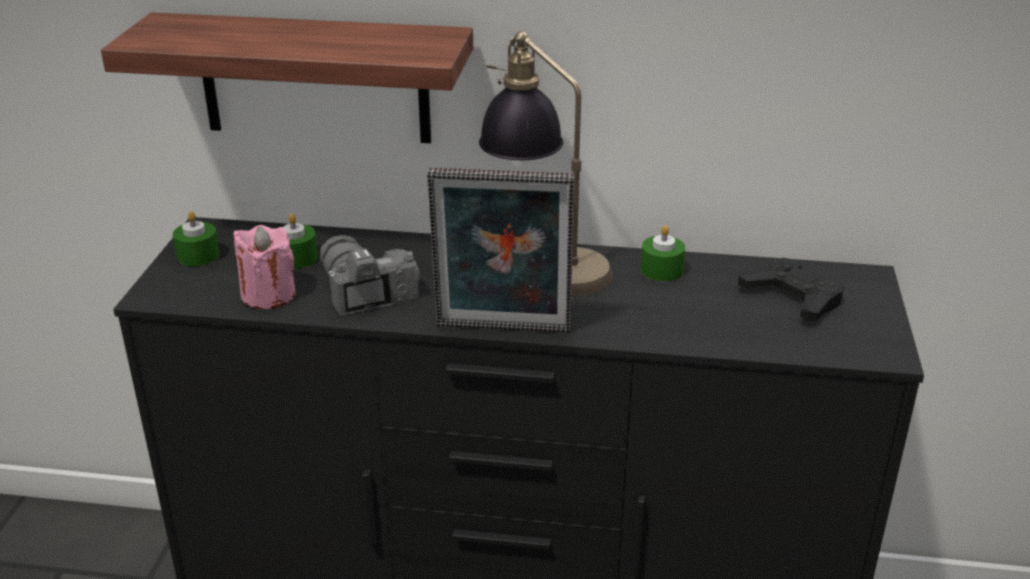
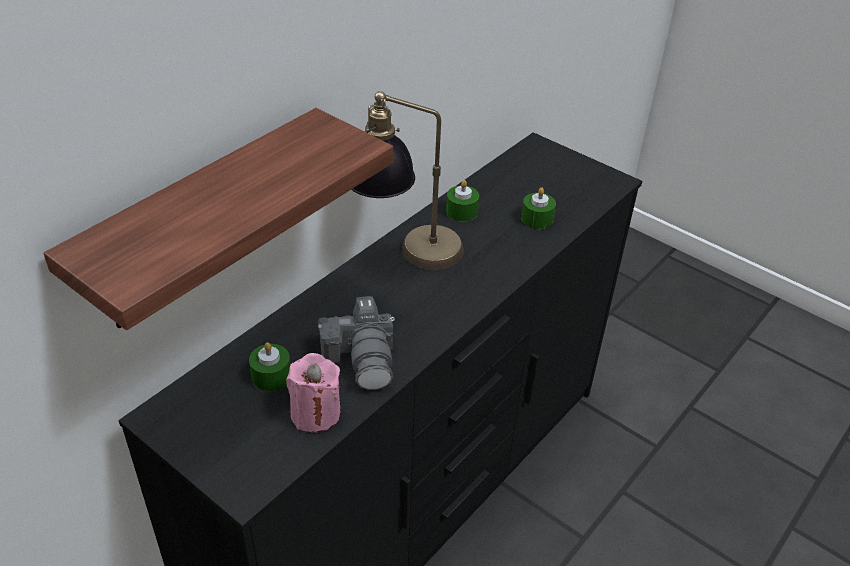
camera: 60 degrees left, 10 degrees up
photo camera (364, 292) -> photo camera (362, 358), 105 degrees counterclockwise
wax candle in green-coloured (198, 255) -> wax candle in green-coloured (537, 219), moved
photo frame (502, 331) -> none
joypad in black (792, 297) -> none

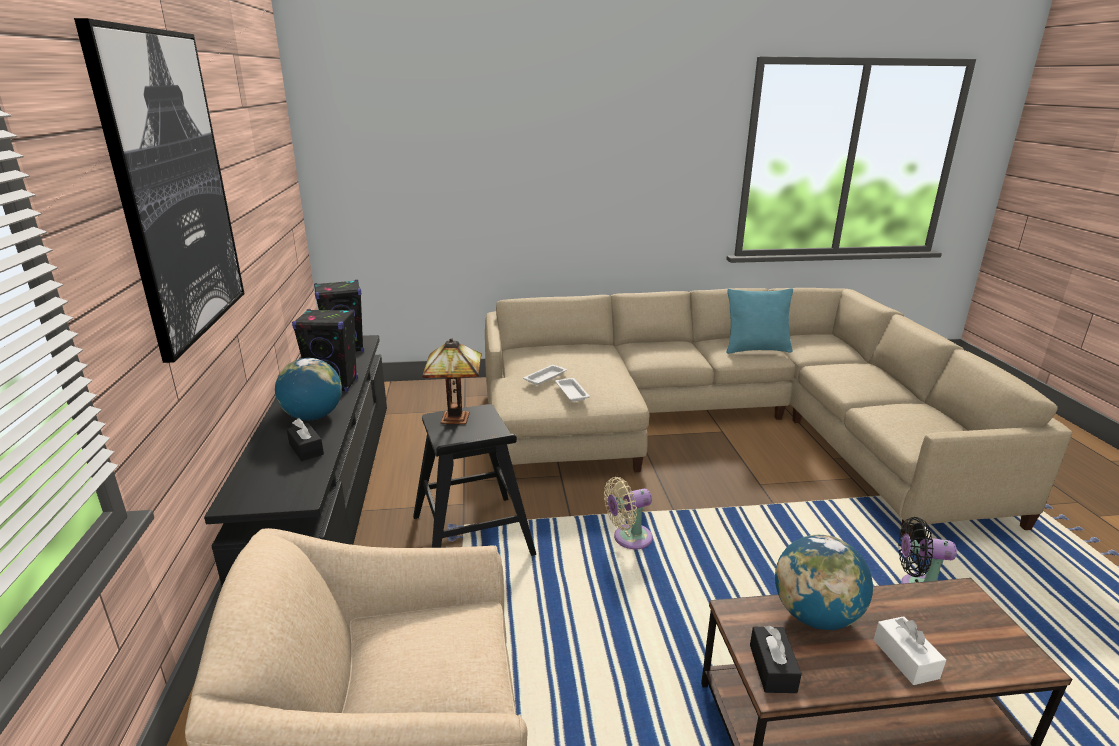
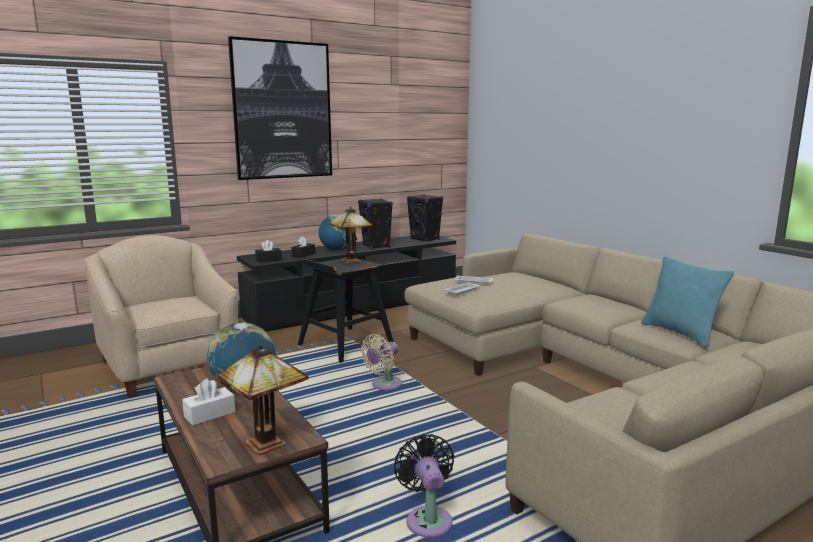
camera: 65 degrees right, 10 degrees down
none -> table lamp (267, 442)
box of tissues in black (772, 668) -> box of tissues in black (268, 260), moved
fan in beige (628, 538) -> fan in beige (384, 385), 90 degrees counterclockwise

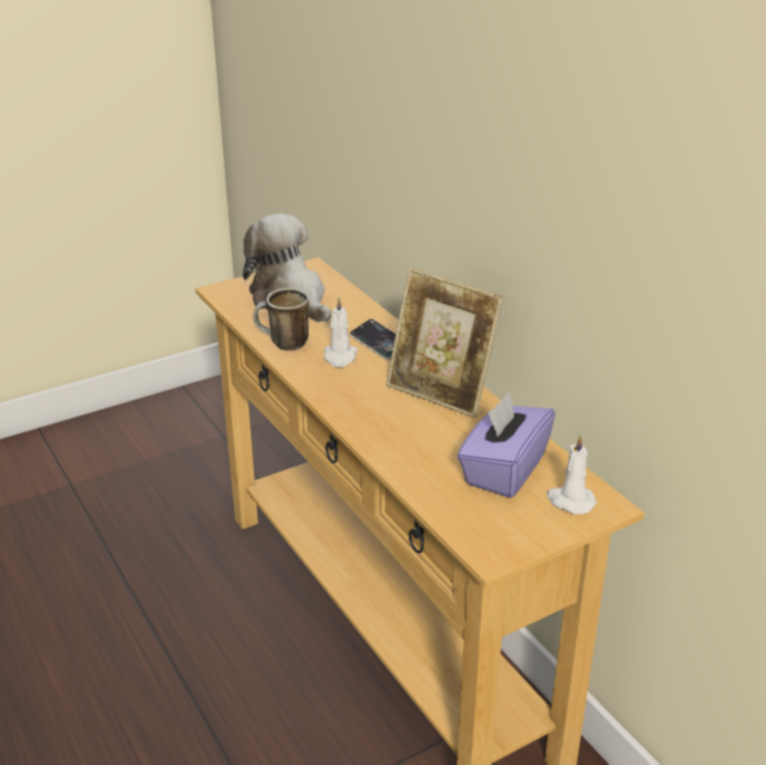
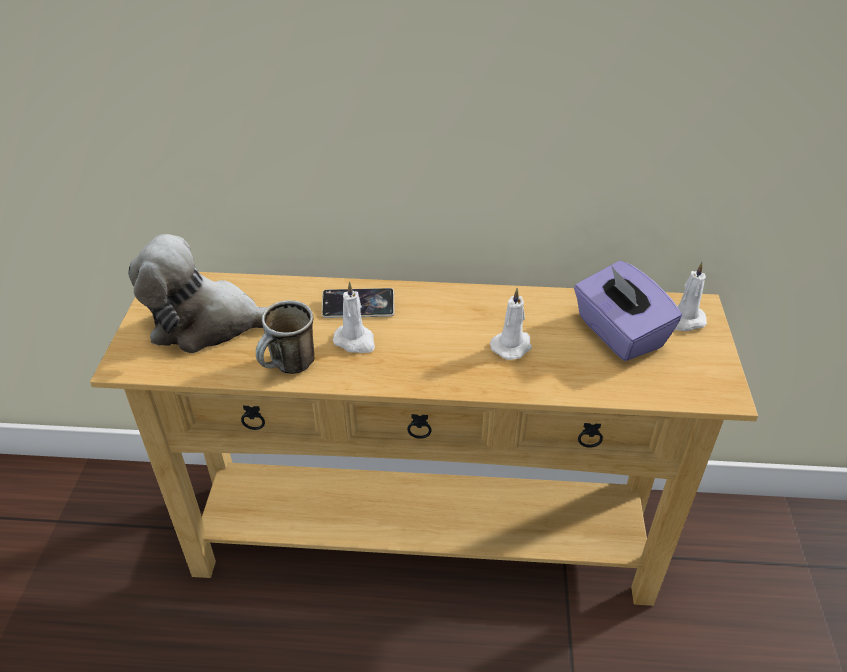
camera: 55 degrees left, 10 degrees up
none -> wax candle in white (512, 346)
photo frame (440, 393) -> none

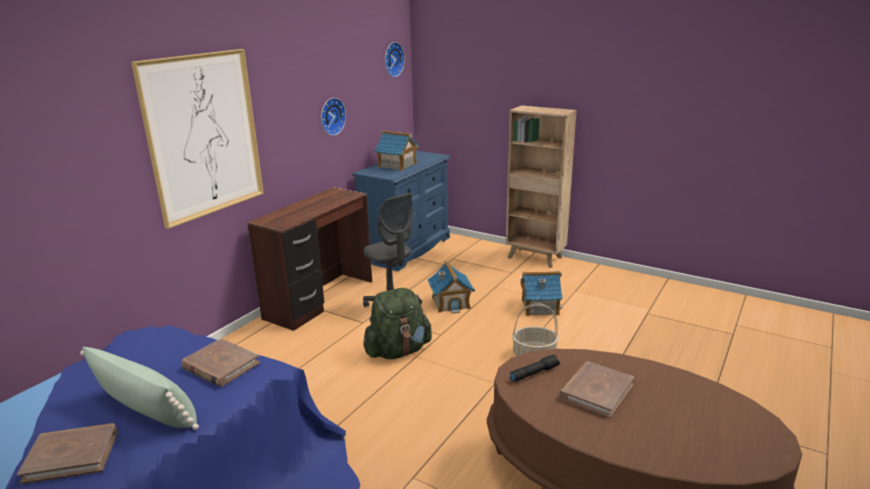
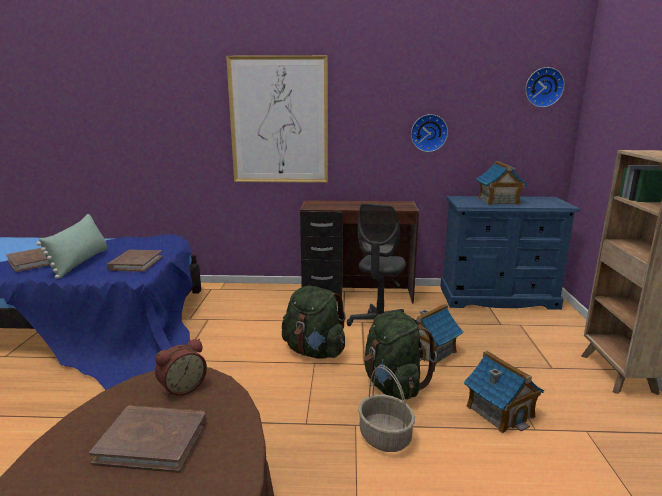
camera: 60 degrees right, 5 degrees down
hand torch in black (534, 373) -> table clock (182, 387)
none -> knapsack in green-coloured (393, 386)

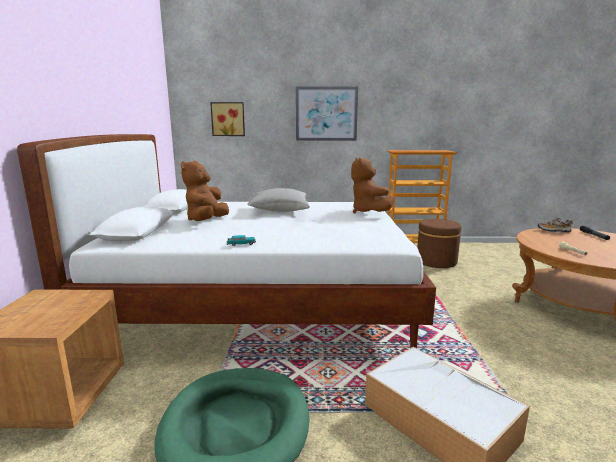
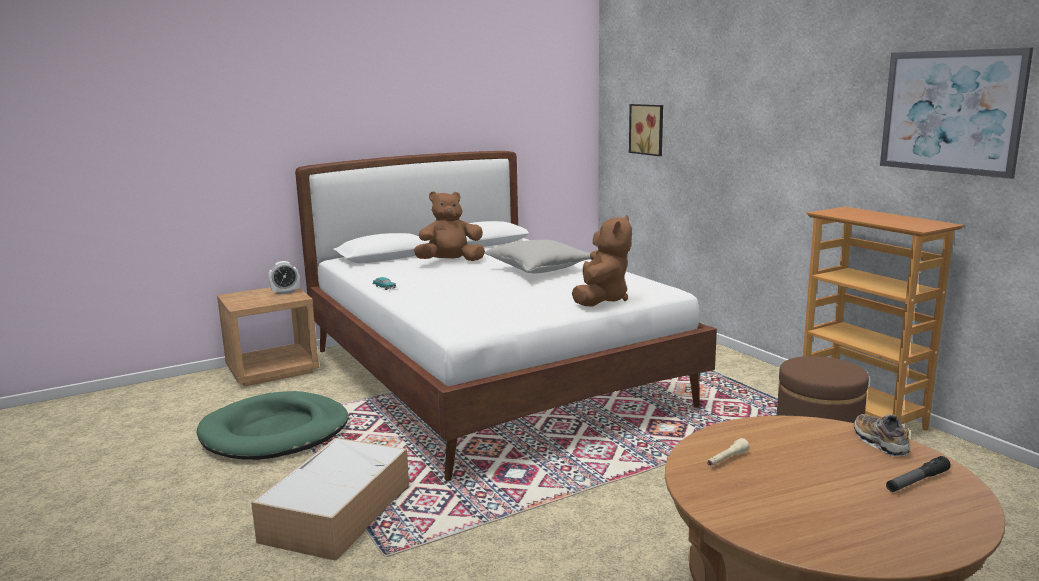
camera: 60 degrees right, 0 degrees up
none -> table clock (285, 292)
cuddly toy in brownish (369, 212) -> cuddly toy in brownish (601, 299), 150 degrees clockwise
wall art (326, 114) -> wall art (951, 112), moved

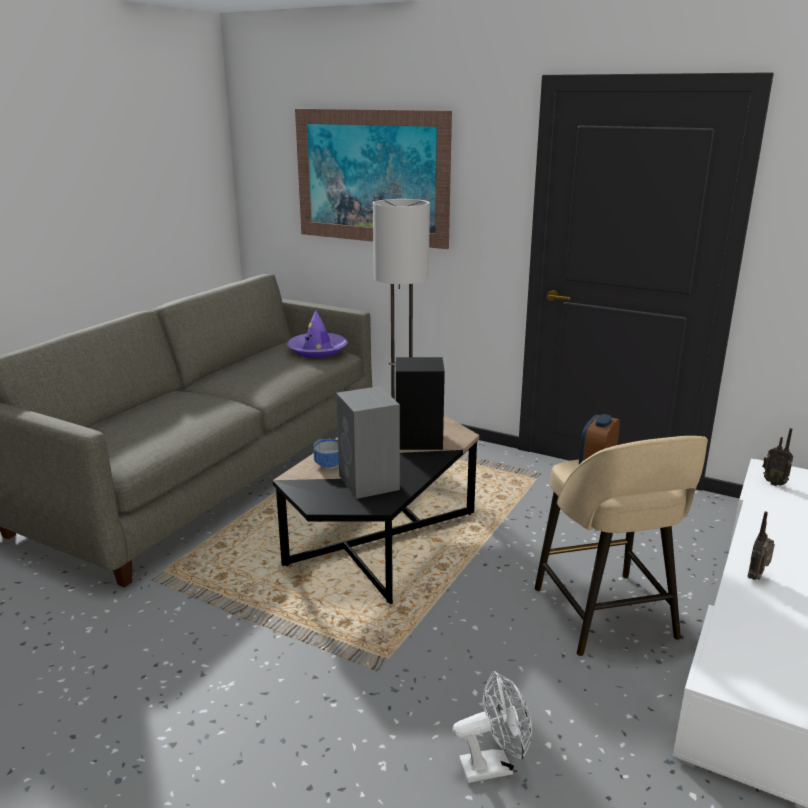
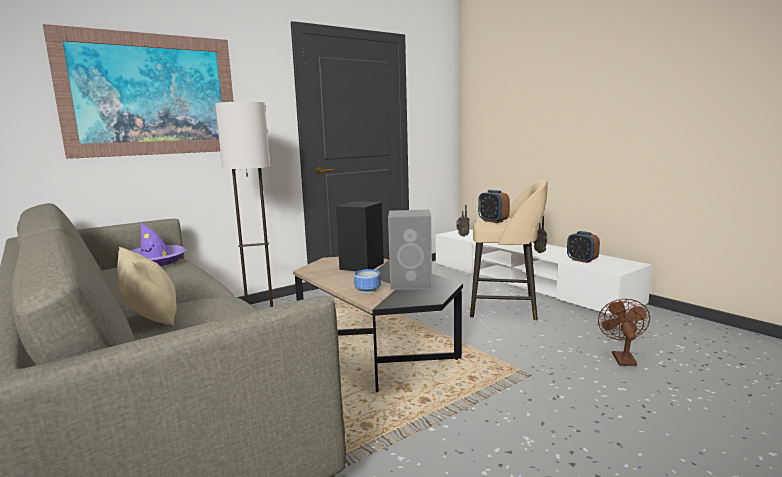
camera: 65 degrees left, 10 degrees down
none -> throw pillow in beige (152, 317)
none -> table clock (582, 260)
fan in white (493, 766) -> fan in brownish (621, 357)

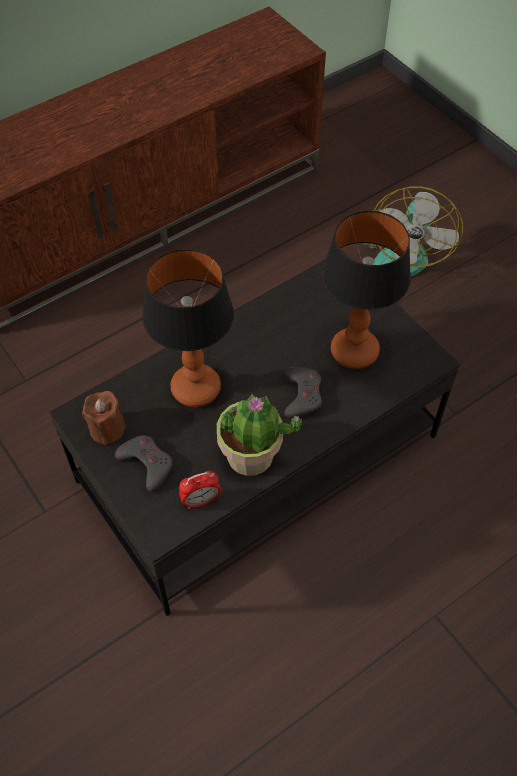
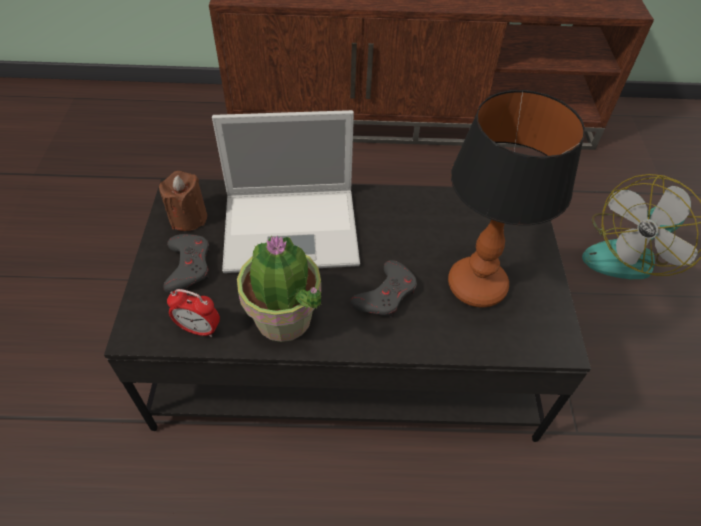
camera: 35 degrees right, 5 degrees down
table lamp (195, 387) -> laptop (294, 229)

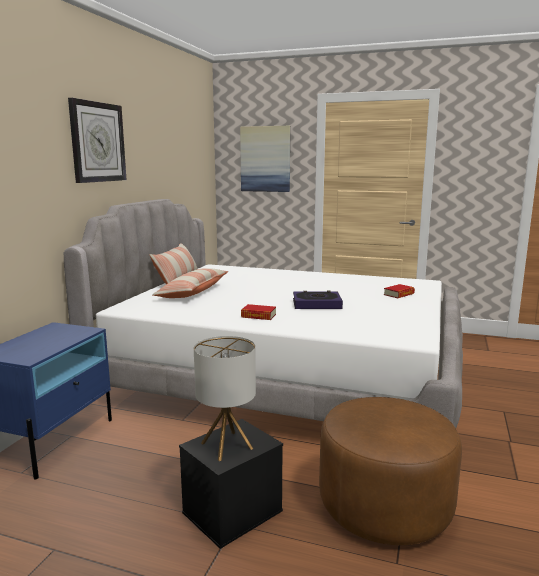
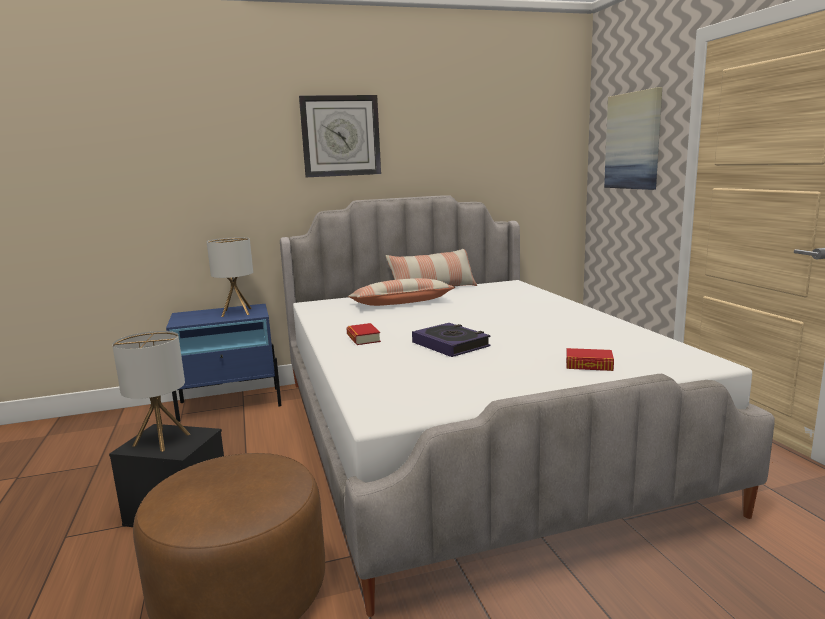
camera: 55 degrees right, 0 degrees up
none -> table lamp (237, 312)

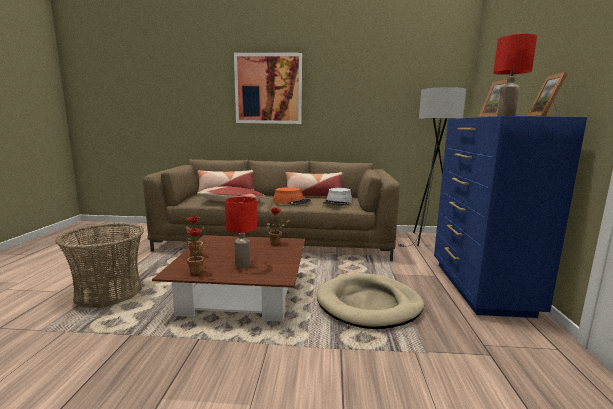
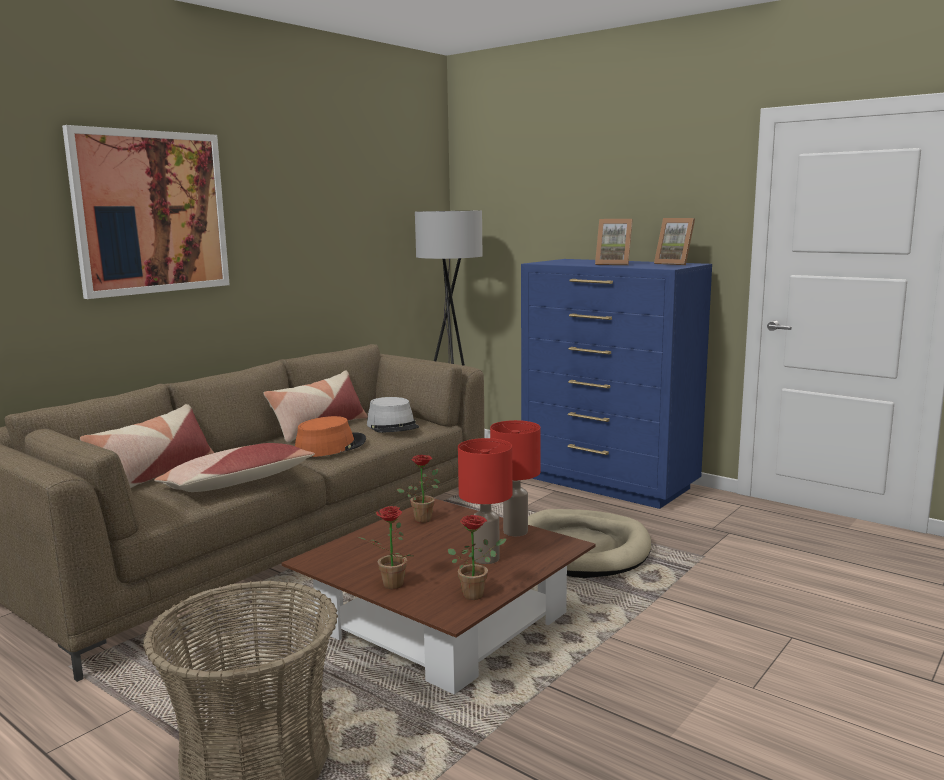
camera: 55 degrees left, 0 degrees up
table lamp in reddish (505, 116) -> table lamp in reddish (514, 531), moved

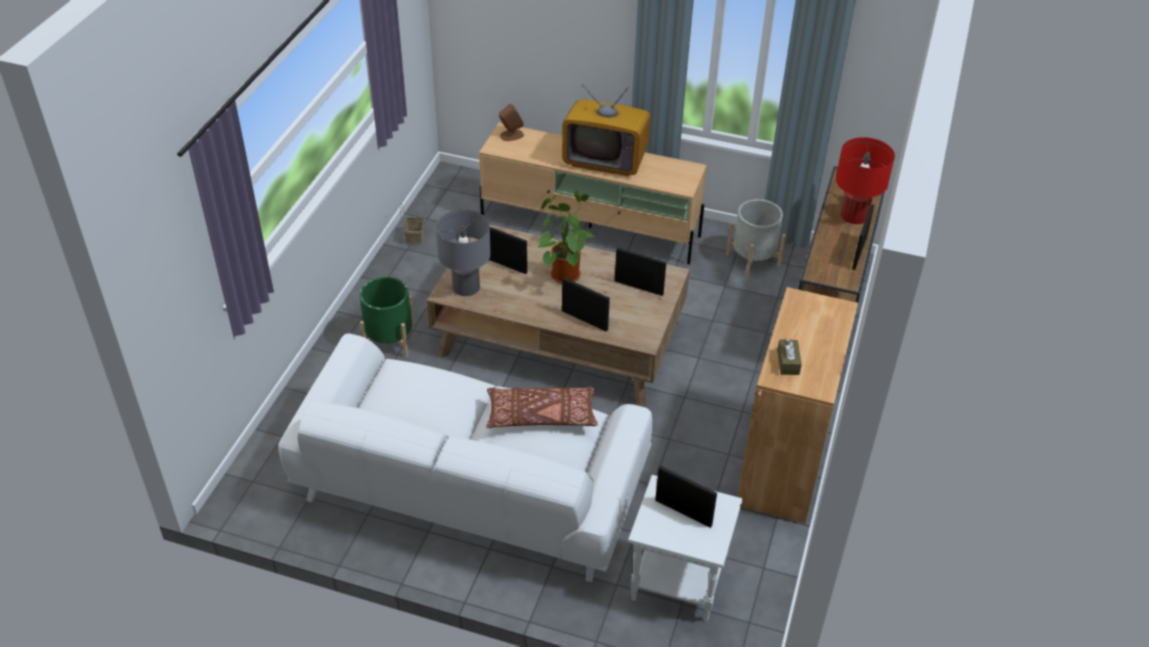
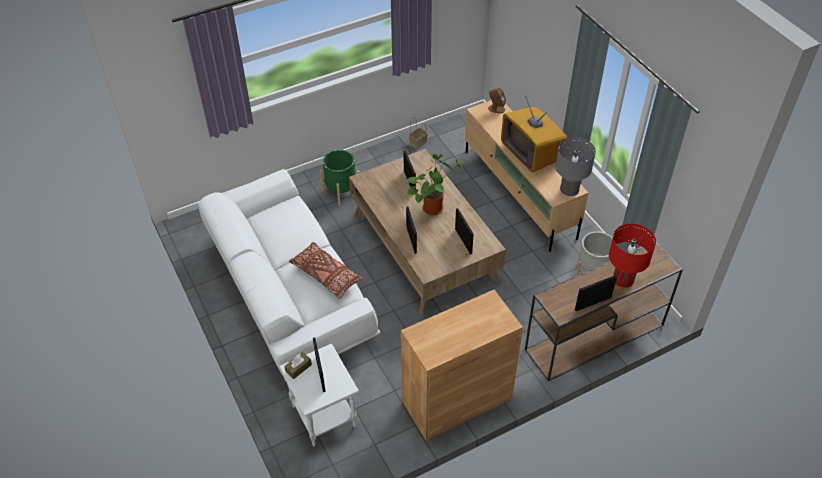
camera: 45 degrees right, 5 degrees up
box of tissues in brownish (788, 362) -> box of tissues in brownish (298, 368), moved
table lamp in greyish (466, 287) -> table lamp in greyish (569, 189), moved

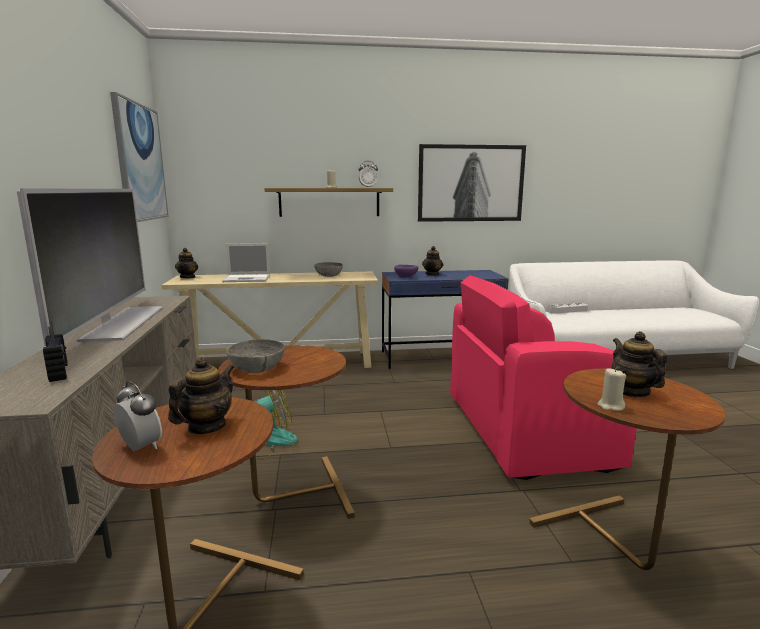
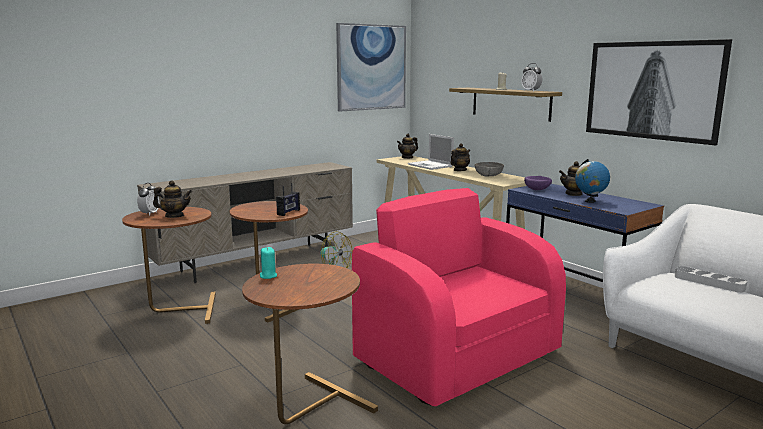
camera: 60 degrees right, 0 degrees up
wax candle in beige (610, 406) -> wax candle in blue-green (268, 276)
radio (59, 372) -> radio (288, 212), moved
teapot (632, 392) -> teapot (459, 170), moved
none -> desk globe (590, 201)
TV set (122, 323) -> none
bowl in greyish (257, 368) -> none

